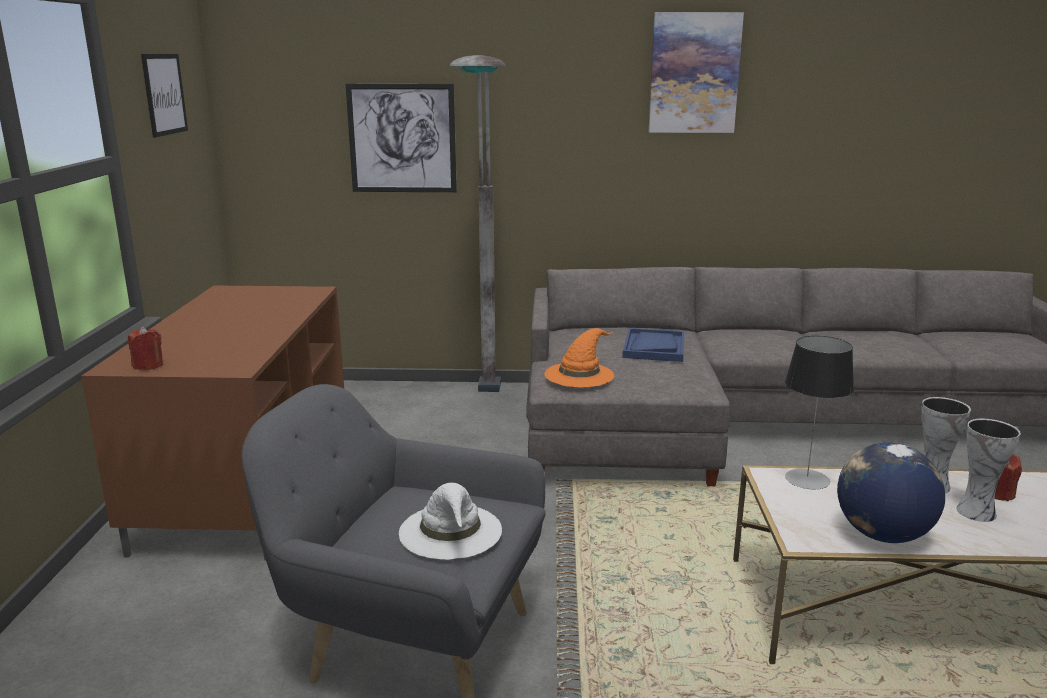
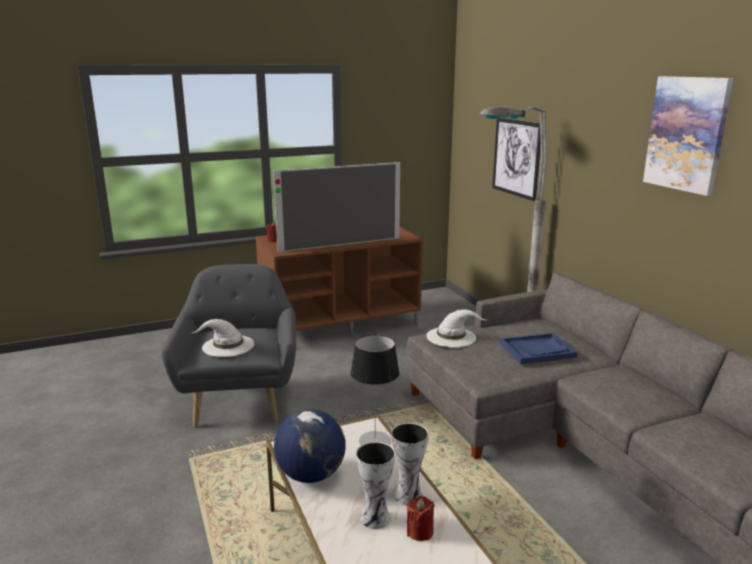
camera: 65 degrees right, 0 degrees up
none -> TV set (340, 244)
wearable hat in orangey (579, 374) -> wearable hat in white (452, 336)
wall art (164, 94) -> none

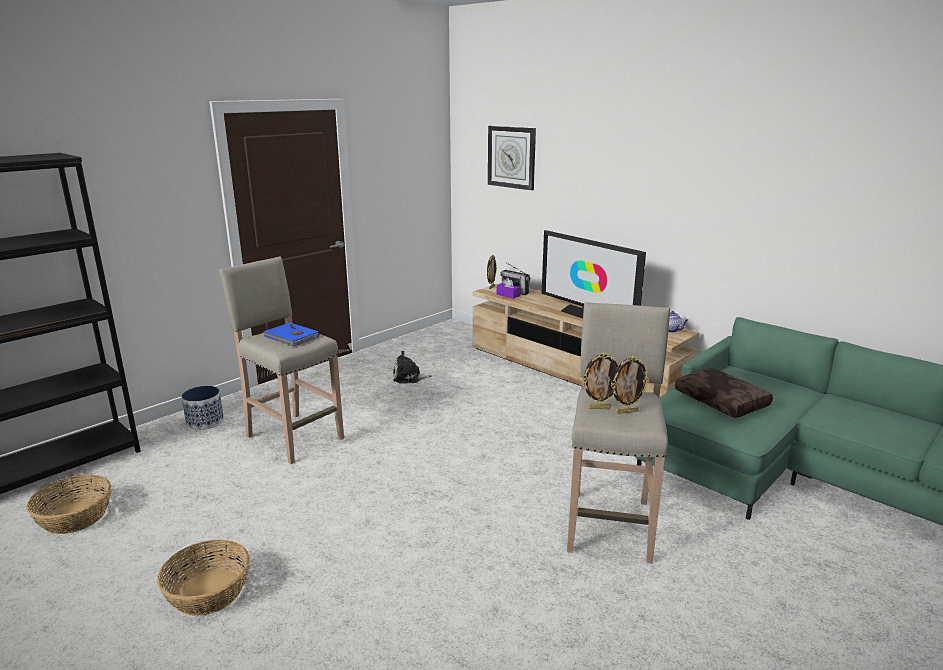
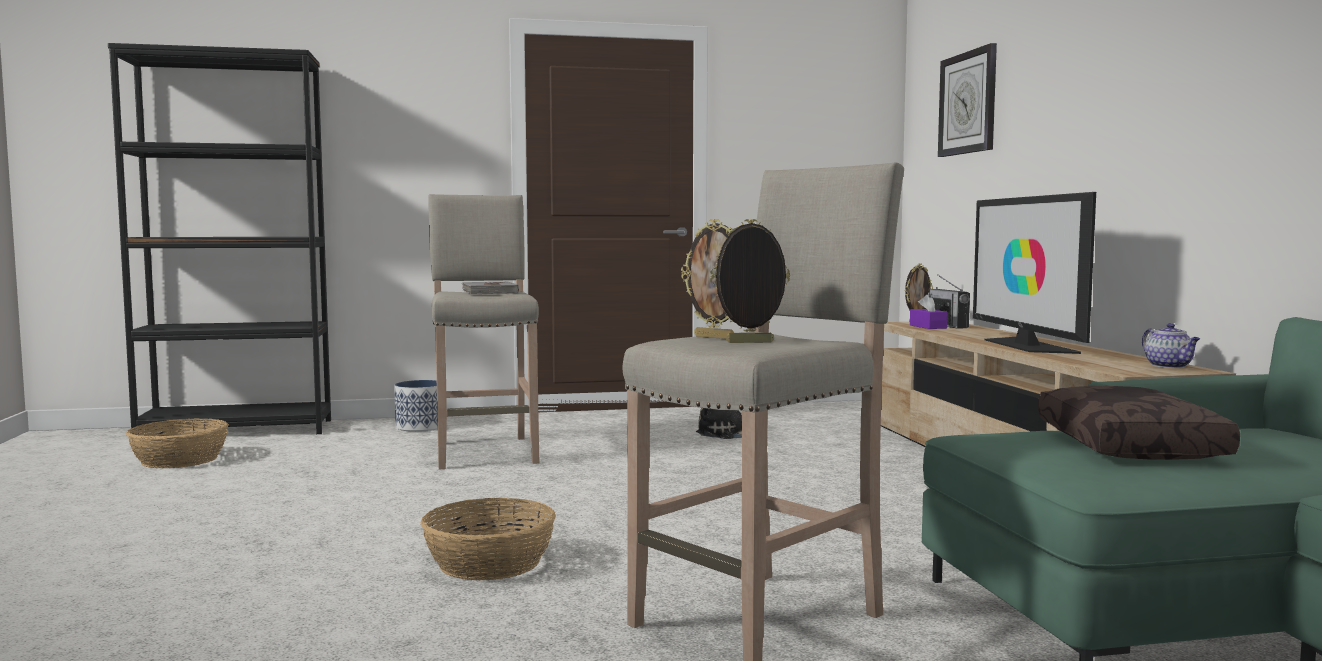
camera: 35 degrees right, 15 degrees down
basket (207, 592) -> basket (489, 563), moved
book in bluish (291, 337) -> book in greyish (488, 292)
photo frame (626, 411) -> photo frame (750, 342), 150 degrees clockwise

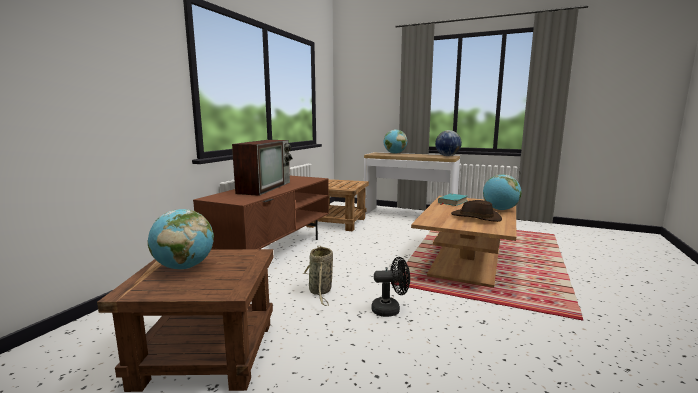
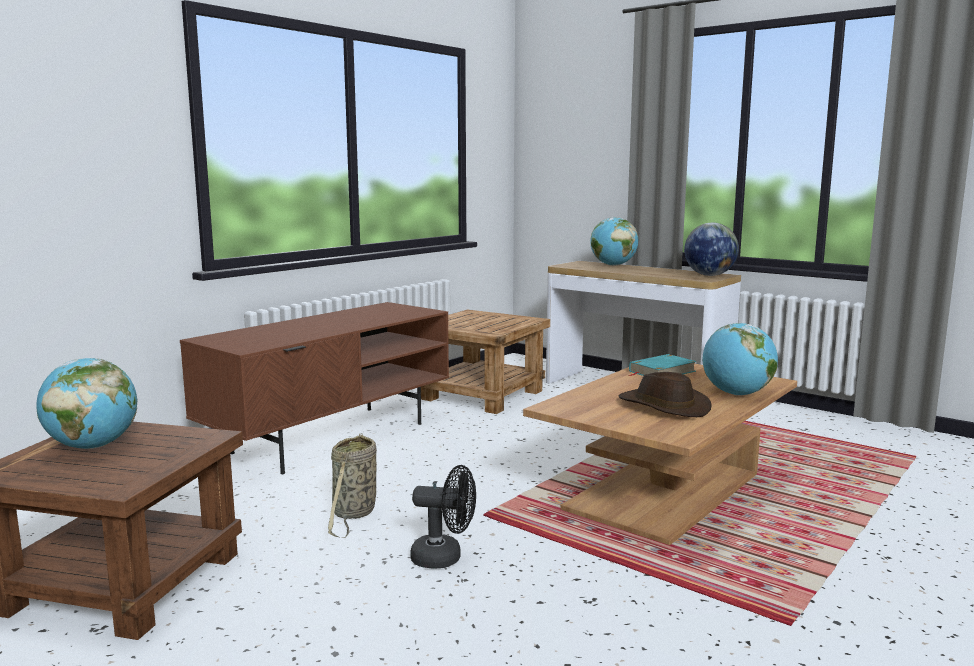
camera: 15 degrees right, 0 degrees up
TV set (265, 187) -> none

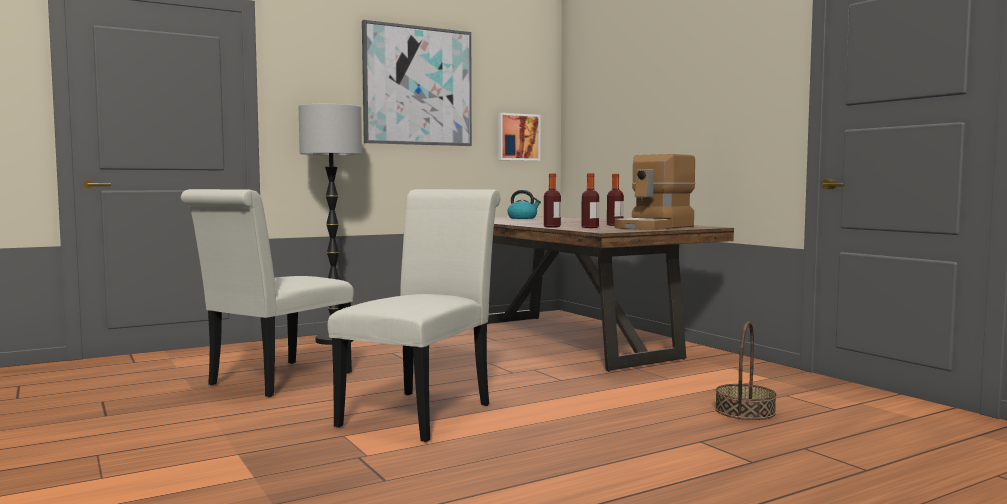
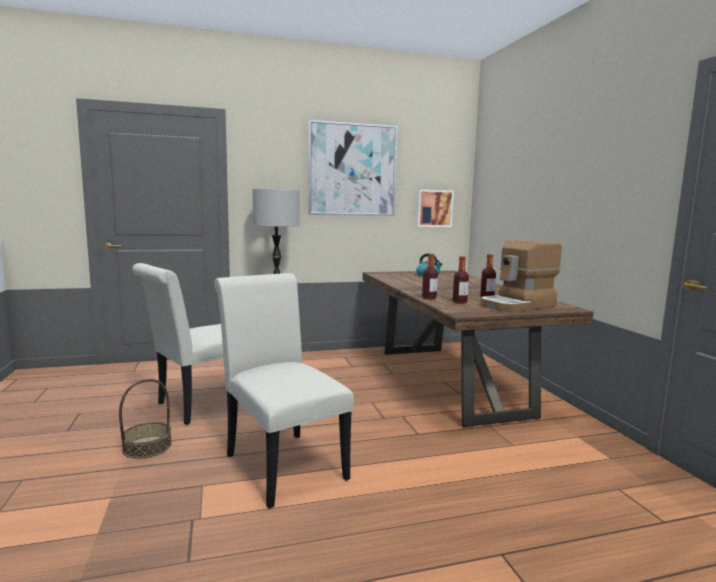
camera: 15 degrees right, 5 degrees up
basket (745, 411) -> basket (147, 447), moved
chair in white (422, 412) -> chair in white (281, 463), 75 degrees counterclockwise

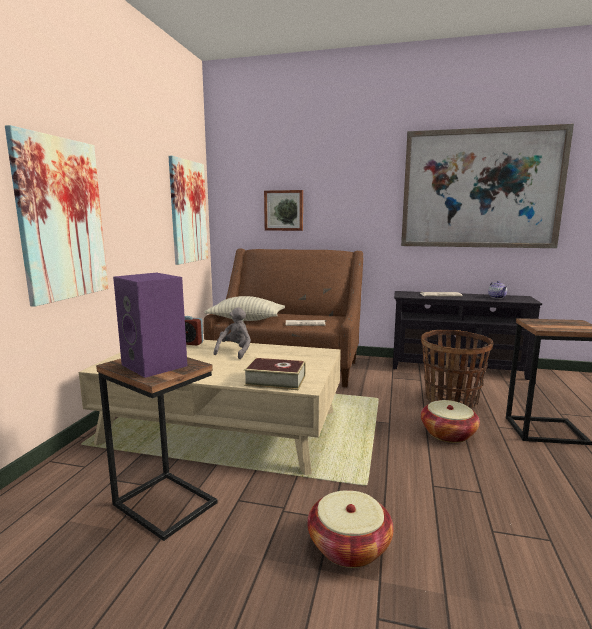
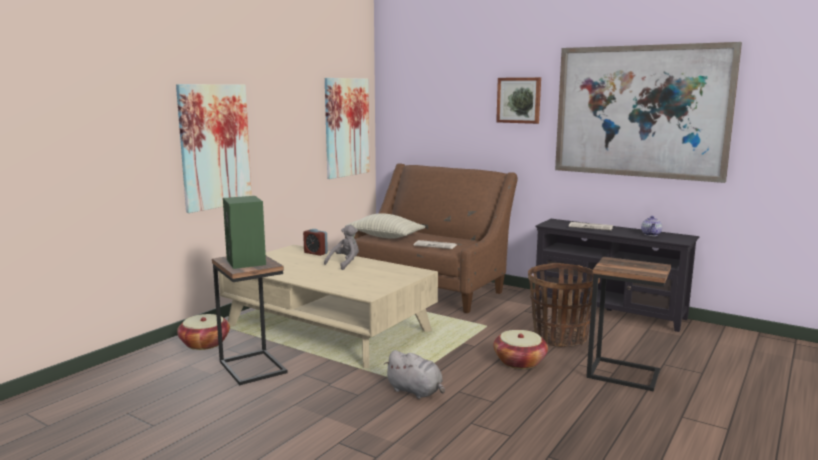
camera: 20 degrees right, 0 degrees up
basket (349, 546) -> basket (204, 343), moved
audio speaker in purple (156, 365) -> audio speaker in green-coloured (247, 262)
none -> cuddly toy in greyish (416, 391)
wall art (284, 210) -> wall art (519, 100), moved
book (275, 381) -> none

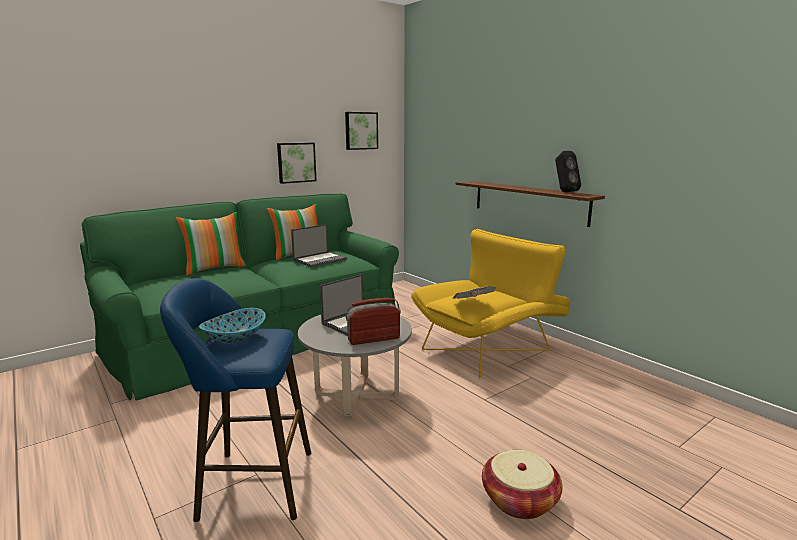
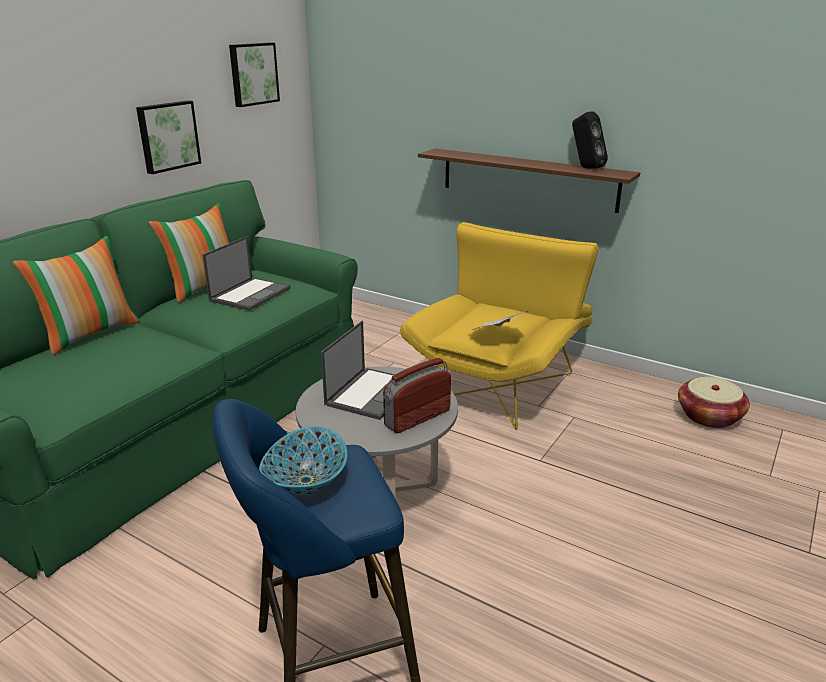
camera: 20 degrees left, 10 degrees up
basket (519, 500) -> basket (709, 416), moved

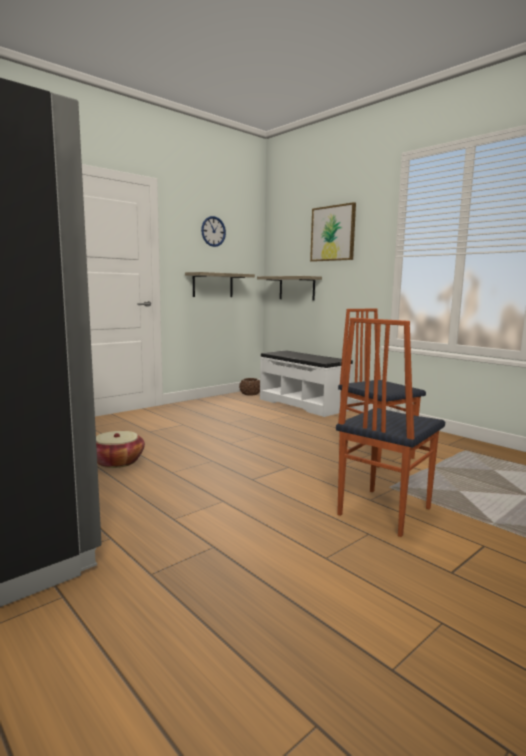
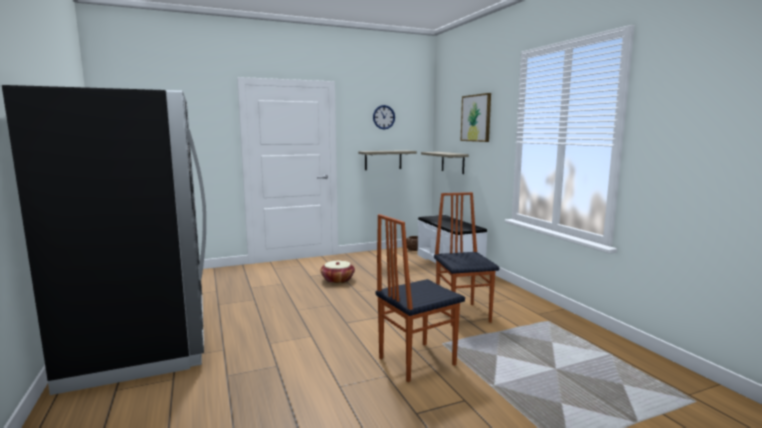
camera: 20 degrees right, 0 degrees up
basket (117, 462) -> basket (337, 280), moved

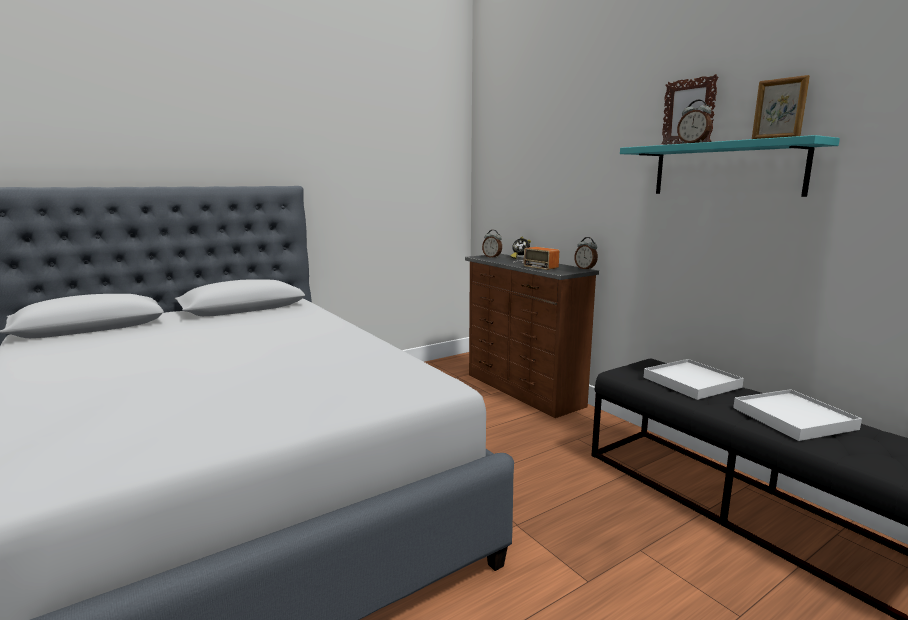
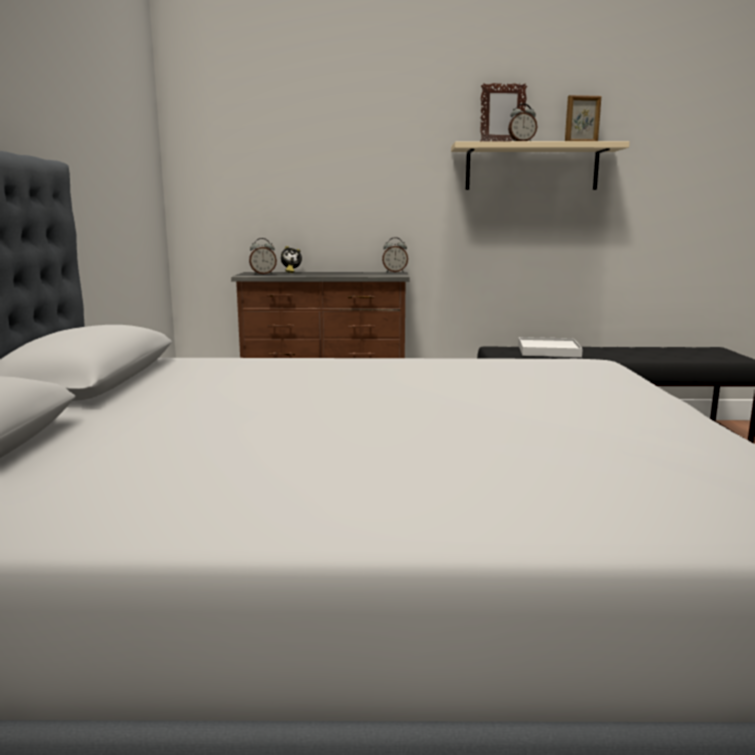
camera: 55 degrees left, 0 degrees up
wall shelf in blue-green (726, 169) -> wall shelf in beige (532, 168)
radio (535, 264) -> none
carrying tray in white (793, 418) -> none

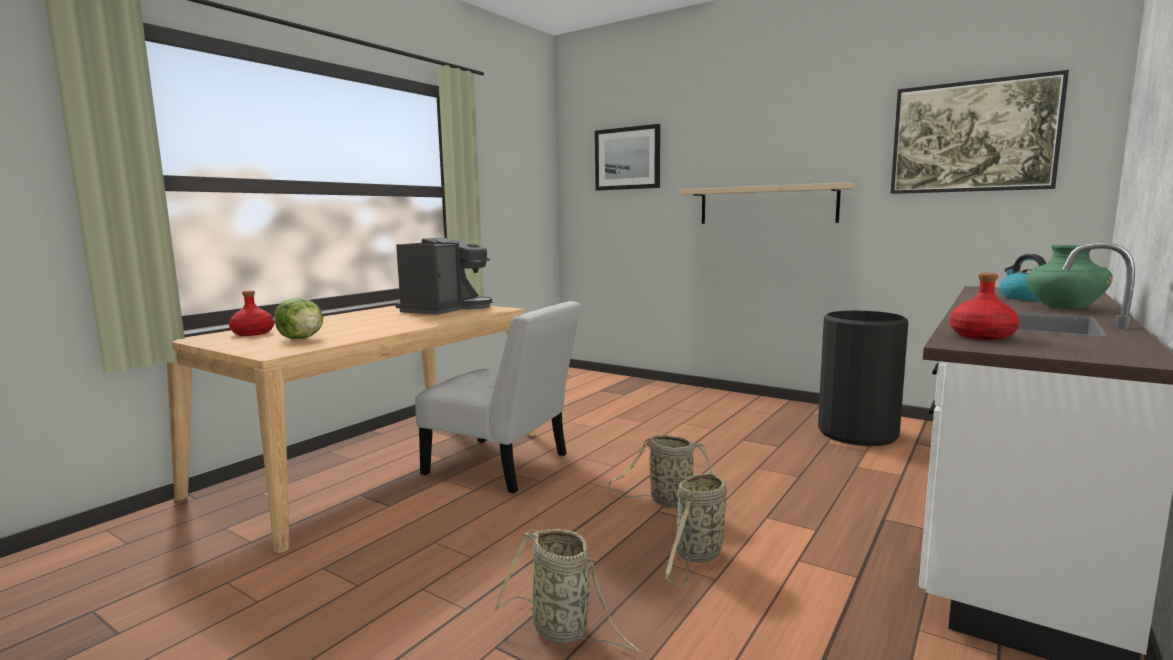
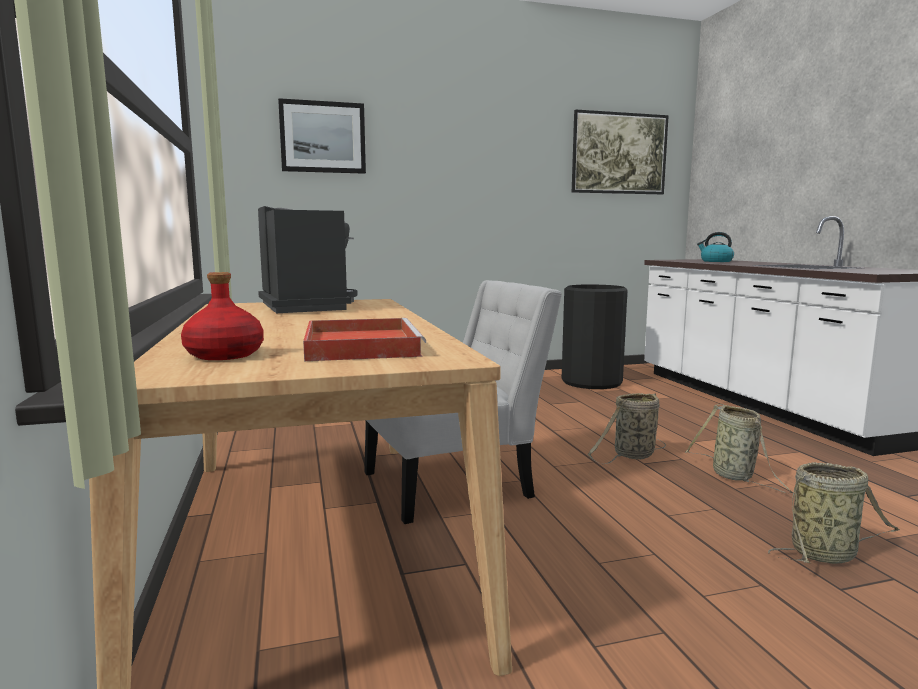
camera: 50 degrees left, 0 degrees up
lettuce (302, 338) -> carrying tray in reddish (360, 345)
wall shelf in beige (767, 205) -> none
bottle in reddish (981, 336) -> none
vase in green-coloured (1063, 307) -> none

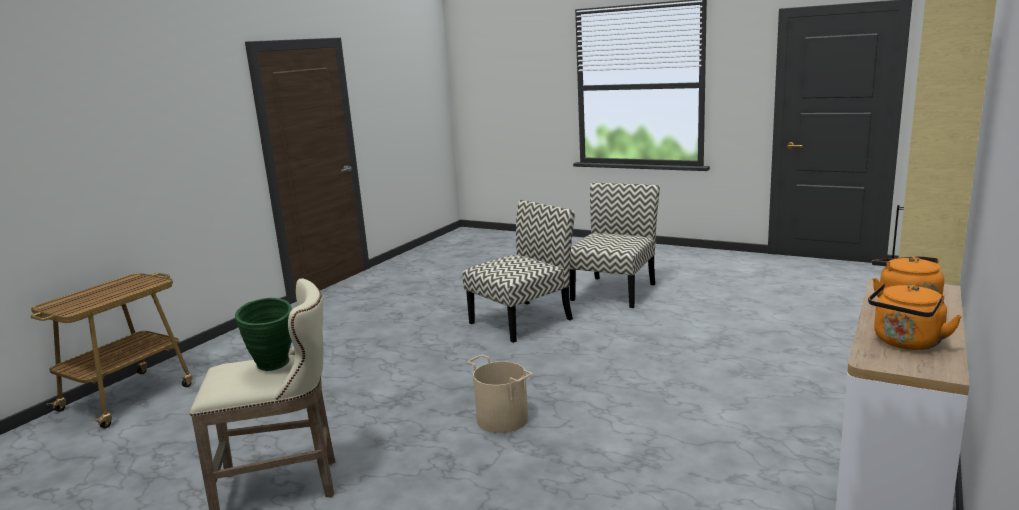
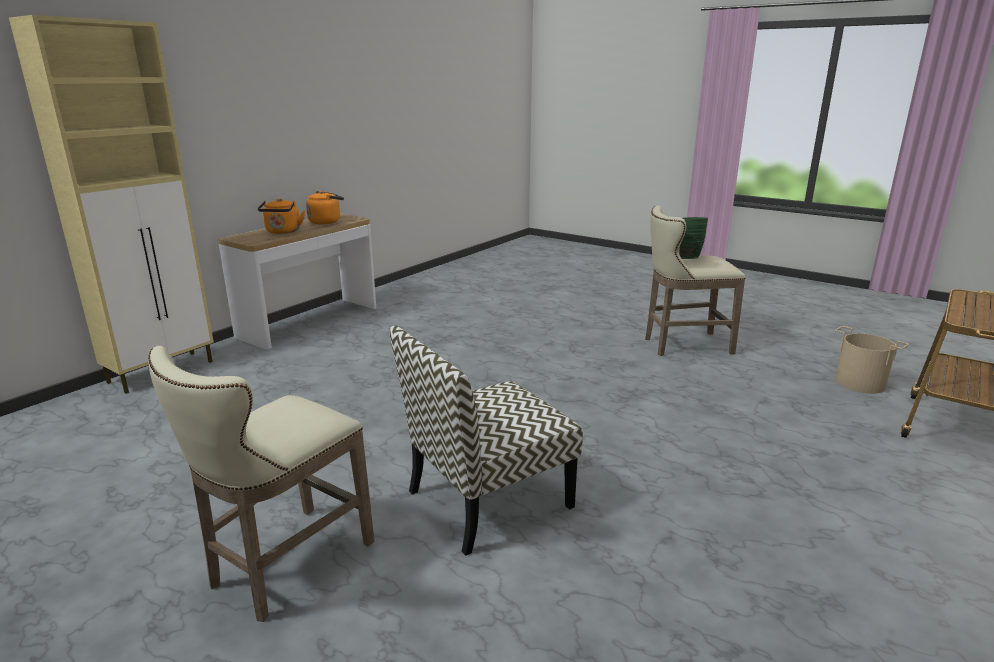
camera: 175 degrees left, 5 degrees up
chair (614, 291) -> stool seat in beige (283, 566)
pail in beige (501, 419) -> pail in beige (860, 383), moved

